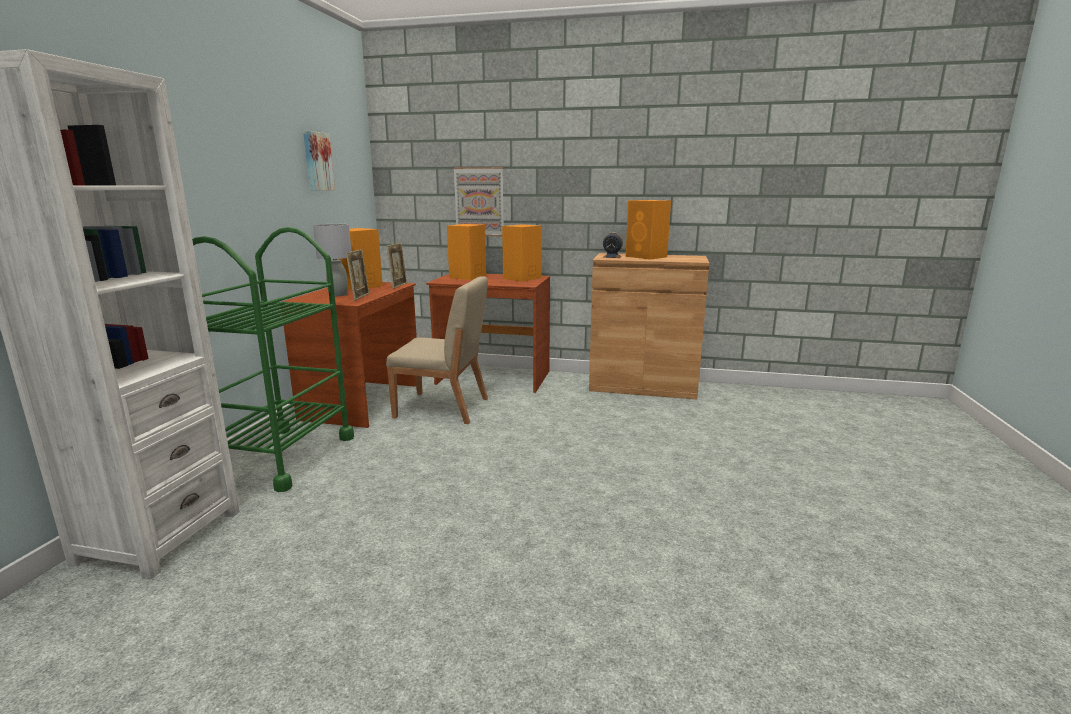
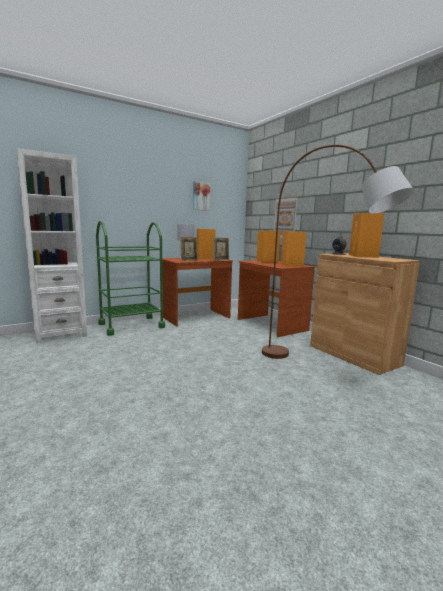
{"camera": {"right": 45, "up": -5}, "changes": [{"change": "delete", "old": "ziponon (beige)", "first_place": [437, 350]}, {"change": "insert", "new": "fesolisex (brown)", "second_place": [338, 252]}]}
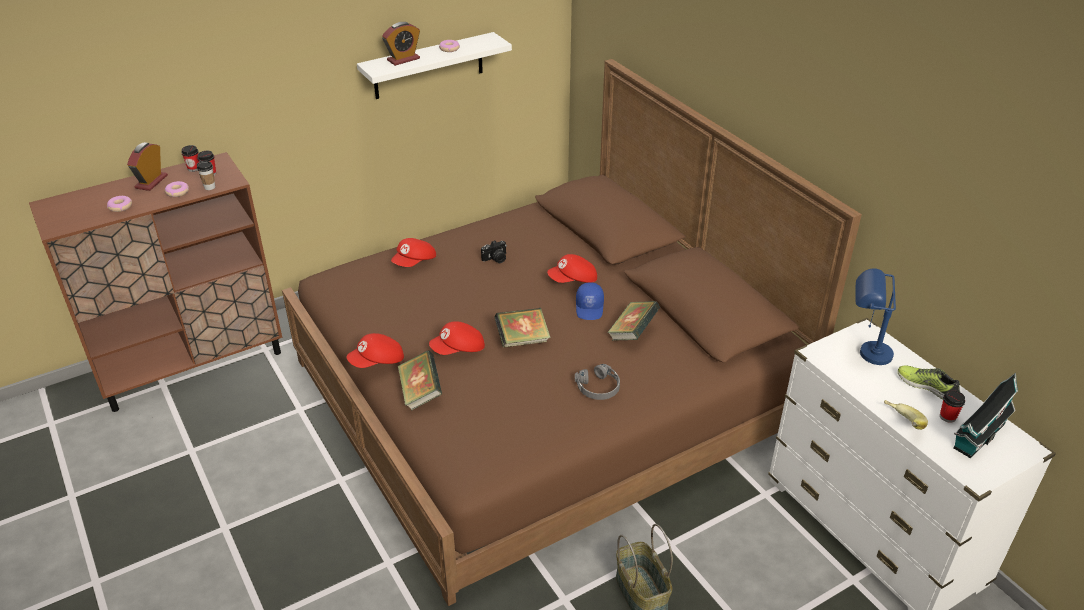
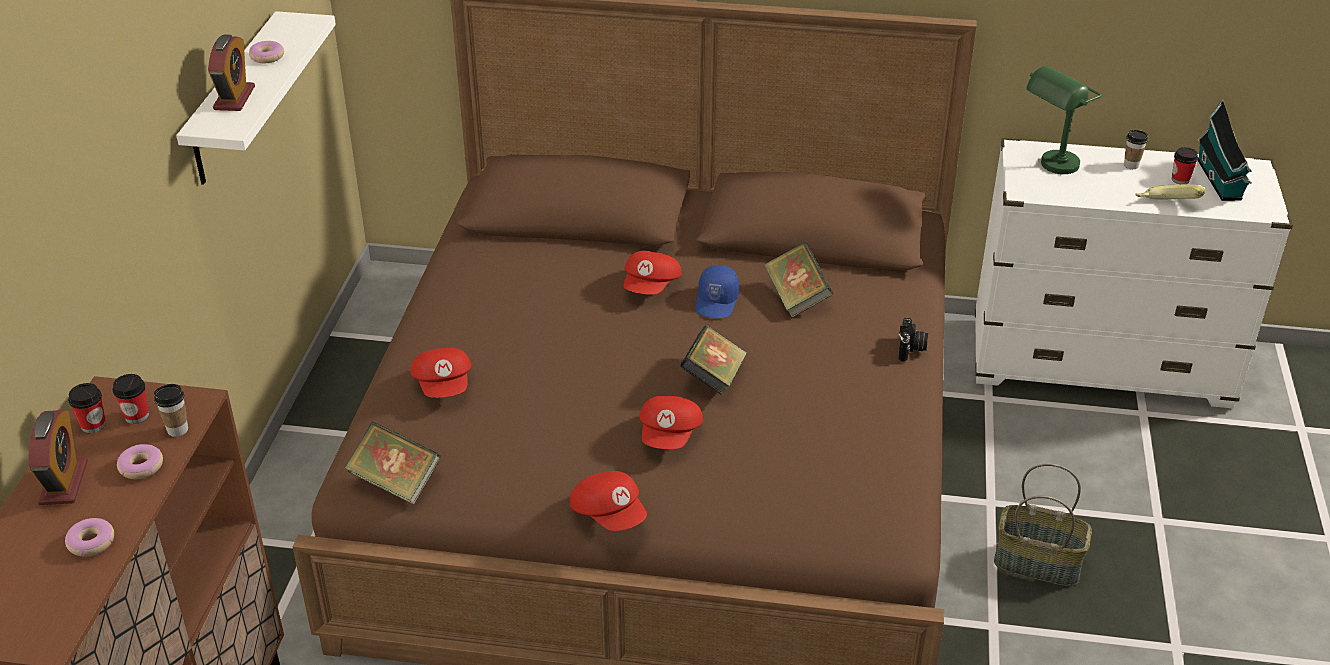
{"camera": {"right": -50, "up": 0}, "changes": [{"change": "rotate", "old": "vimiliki", "first_place": [147, 166], "second_place": [58, 457], "degrees": -150}, {"change": "move", "old": "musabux", "first_place": [494, 251], "second_place": [913, 339]}, {"change": "recolor", "old": "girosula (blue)", "new": "girosula (green)", "first_place": [875, 316], "second_place": [1064, 120]}, {"change": "rotate", "old": "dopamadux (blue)", "first_place": [590, 301], "second_place": [717, 291], "degrees": 60}, {"change": "rotate", "old": "dopamadux (red)", "first_place": [375, 350], "second_place": [608, 501], "degrees": -45}, {"change": "move", "old": "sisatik", "first_place": [420, 380], "second_place": [393, 463]}, {"change": "delete", "old": "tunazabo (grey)", "first_place": [597, 382]}, {"change": "replace", "old": "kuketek", "new": "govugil", "first_place": [929, 382], "second_place": [1136, 149]}]}
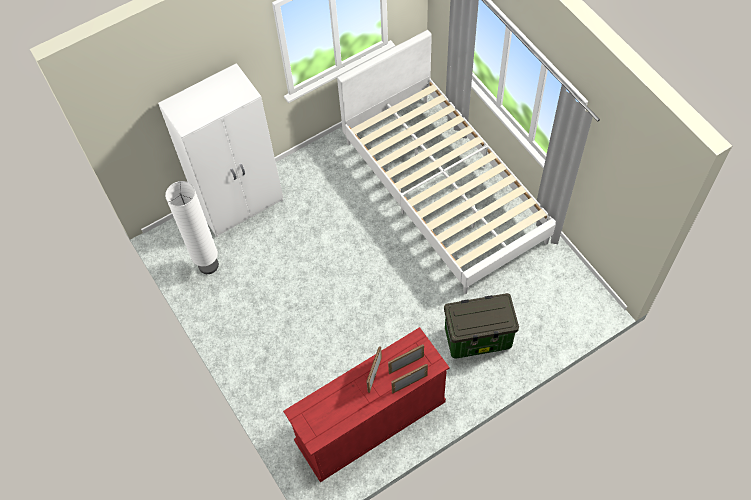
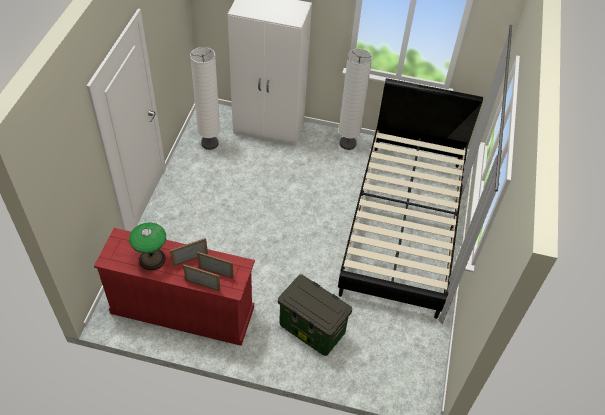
{"camera": {"right": 40, "up": -10}, "changes": [{"change": "recolor", "old": "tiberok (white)", "new": "tiberok (black)", "first_place": [446, 162], "second_place": [410, 198]}, {"change": "insert", "new": "fesolisex (white)", "second_place": [355, 99]}, {"change": "insert", "new": "girosula", "second_place": [147, 246]}]}
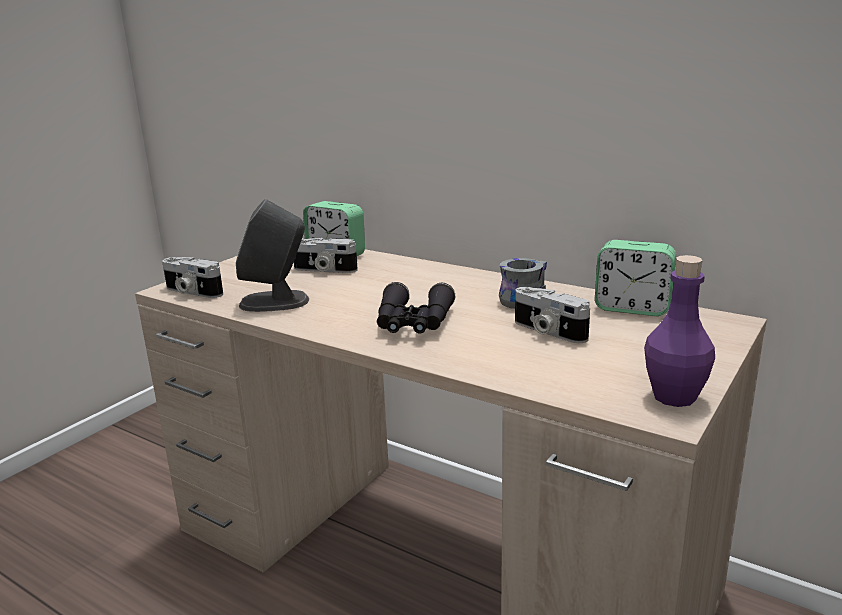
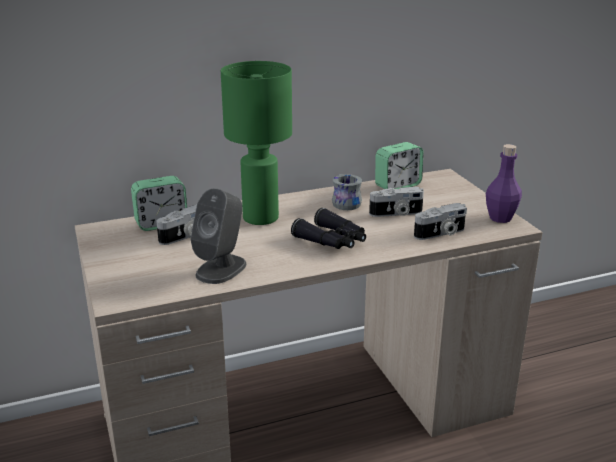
{"camera": {"right": -55, "up": 5}, "changes": [{"change": "move", "old": "musabux", "first_place": [192, 277], "second_place": [440, 221]}, {"change": "insert", "new": "girosula (green)", "second_place": [256, 143]}]}
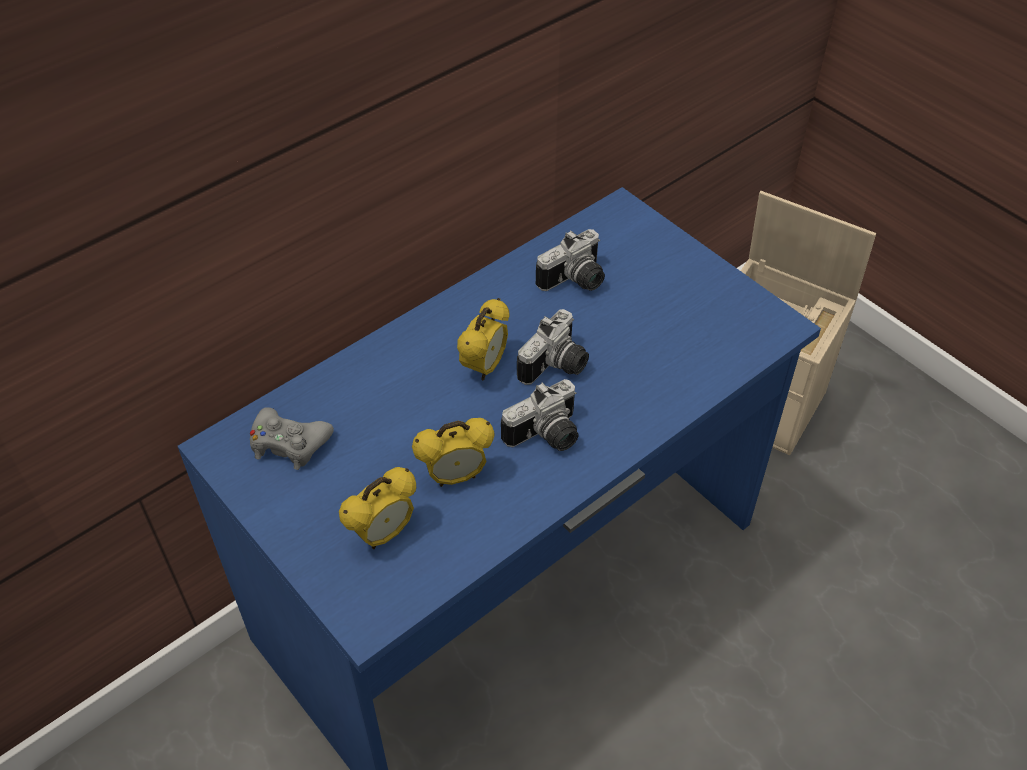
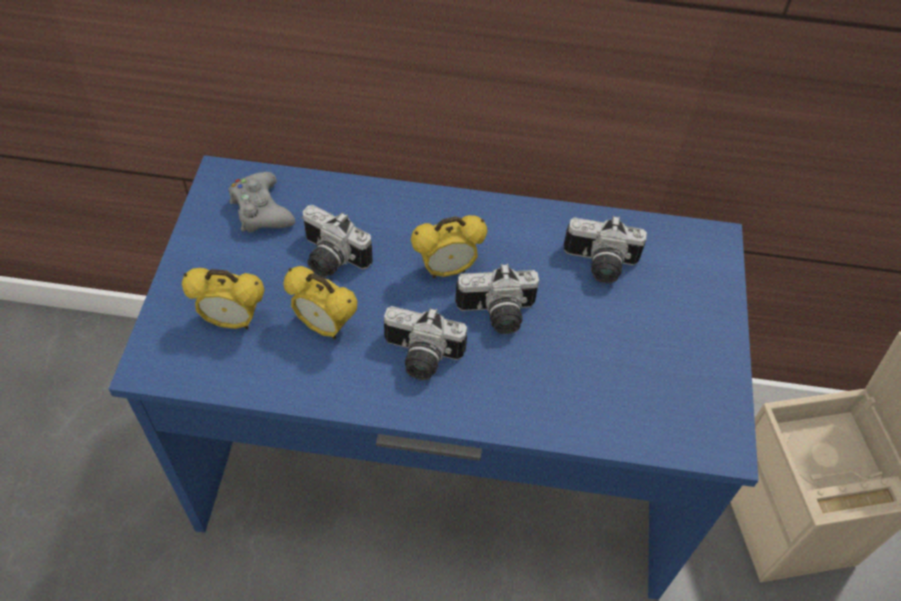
{"camera": {"right": 45, "up": 5}, "changes": [{"change": "insert", "new": "musabux", "second_place": [337, 241]}]}
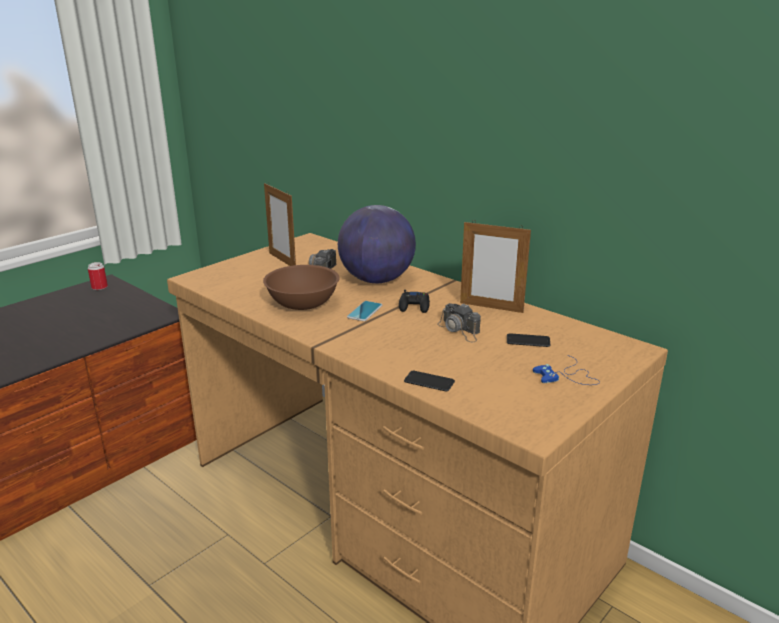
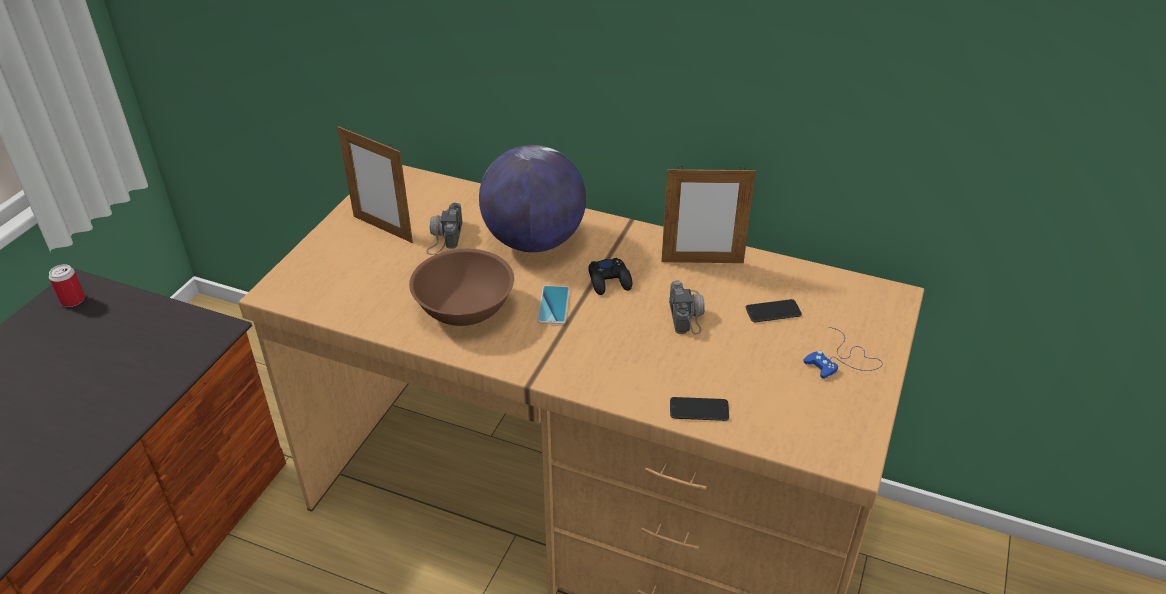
{"camera": {"right": -20, "up": 15}, "changes": [{"change": "rotate", "old": "musabux", "first_place": [459, 322], "second_place": [687, 307], "degrees": -120}]}
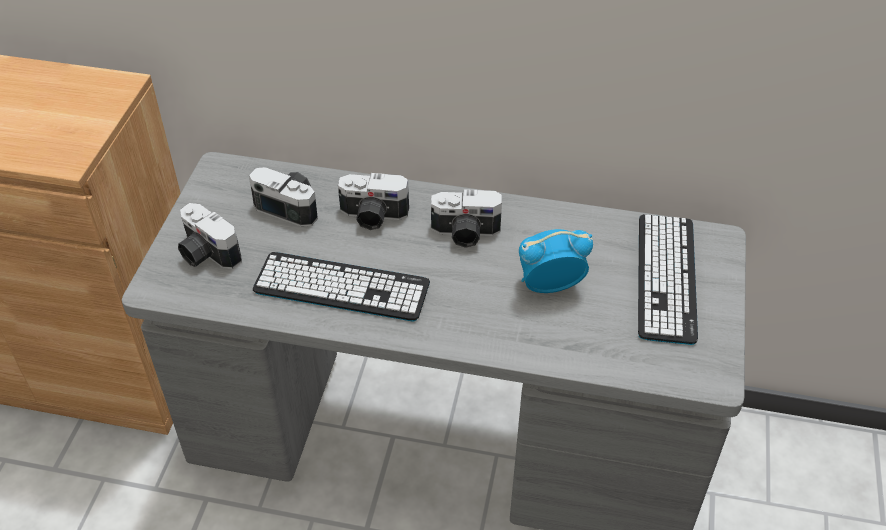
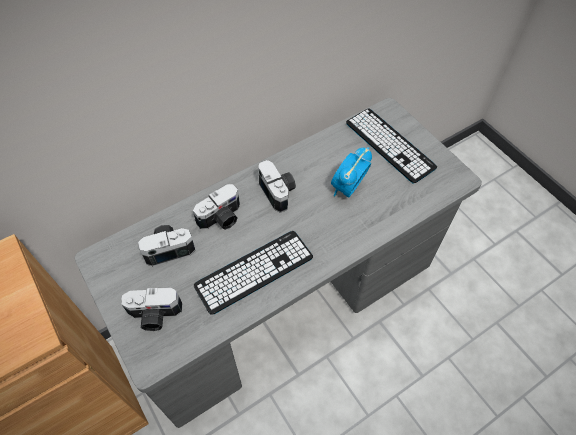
{"camera": {"right": -45, "up": 10}, "changes": [{"change": "rotate", "old": "musabux", "first_place": [466, 218], "second_place": [277, 186], "degrees": -75}]}
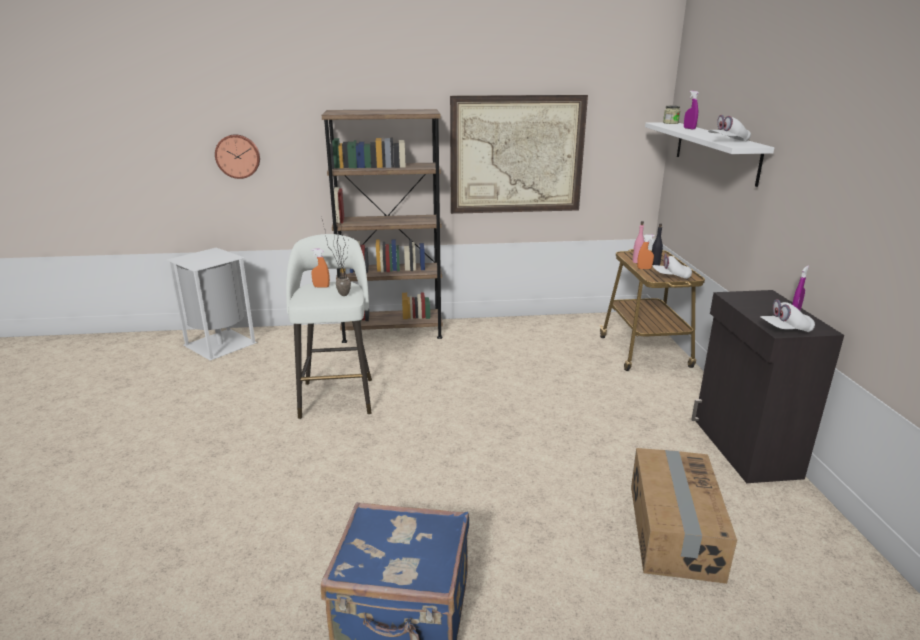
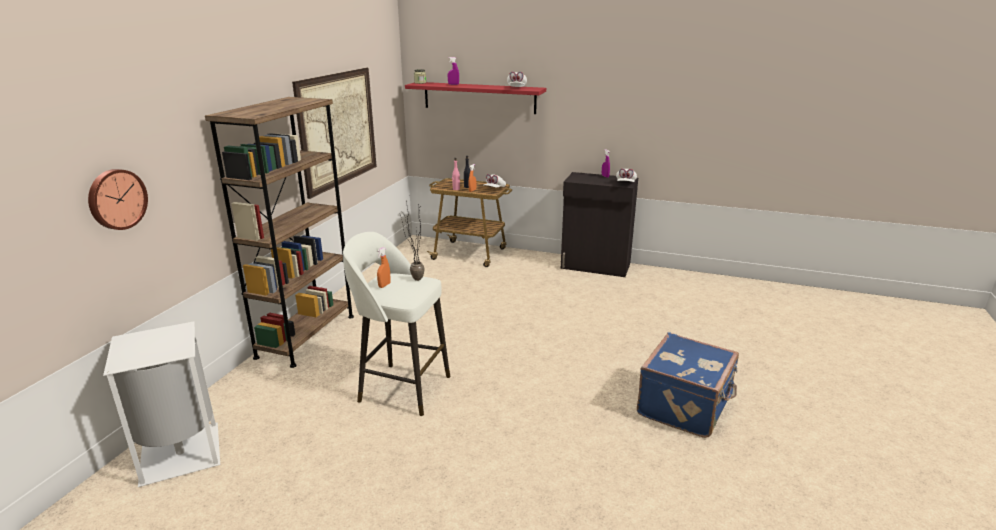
{"camera": {"right": -65, "up": 0}, "changes": [{"change": "recolor", "old": "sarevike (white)", "new": "sarevike (red)", "first_place": [709, 154], "second_place": [475, 98]}, {"change": "delete", "old": "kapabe", "first_place": [684, 516]}]}
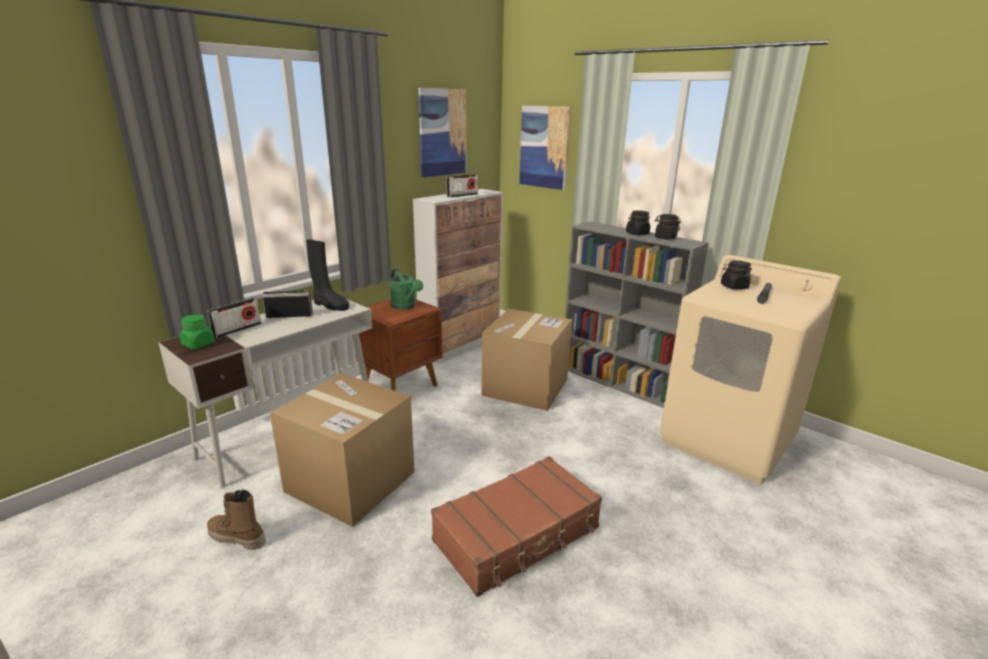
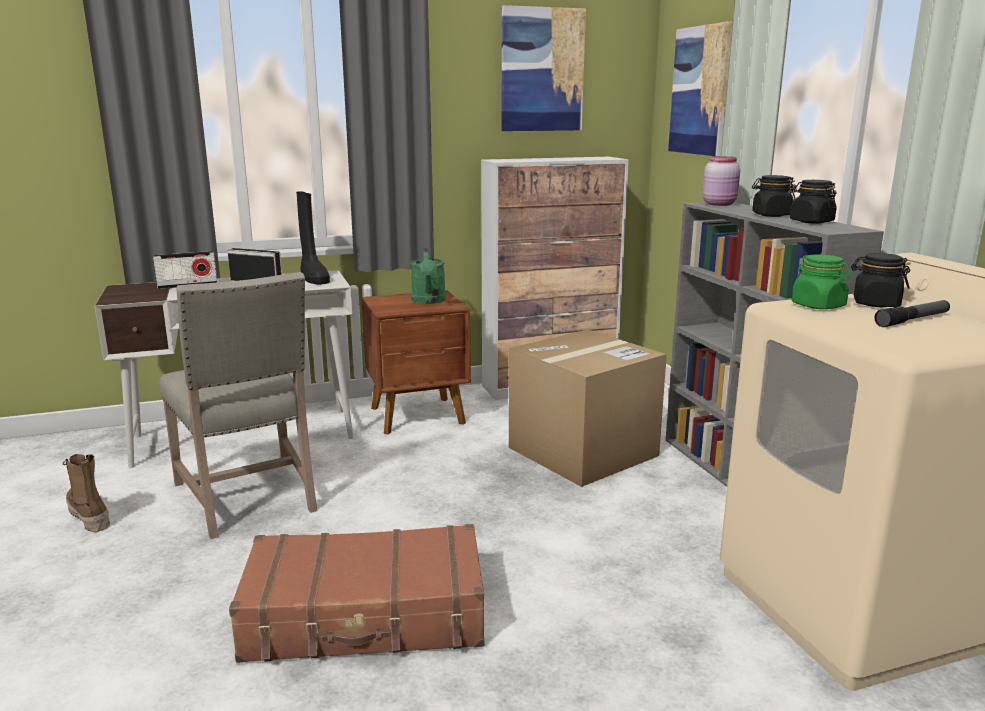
{"camera": {"right": 30, "up": -5}, "changes": [{"change": "delete", "old": "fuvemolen", "first_place": [462, 185]}, {"change": "move", "old": "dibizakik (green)", "first_place": [197, 332], "second_place": [821, 281]}, {"change": "replace", "old": "kapabe", "new": "ziponon (beige)", "first_place": [342, 450], "second_place": [238, 405]}, {"change": "insert", "new": "dibizakik (pink)", "second_place": [721, 181]}]}
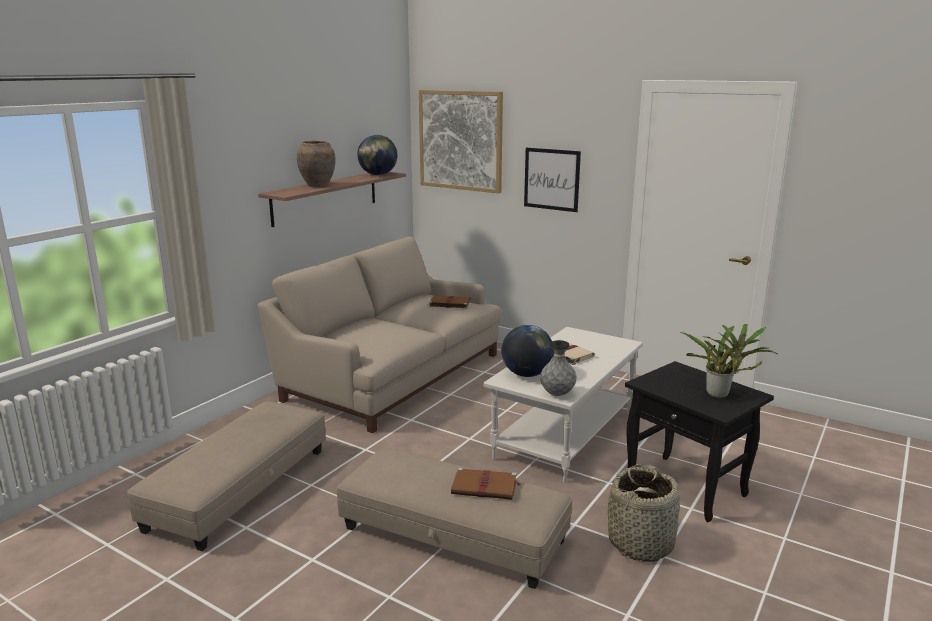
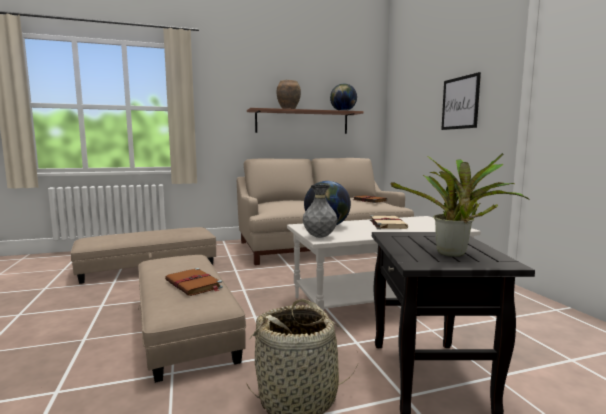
{"camera": {"right": 40, "up": -10}, "changes": [{"change": "delete", "old": "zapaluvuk", "first_place": [461, 141]}]}
